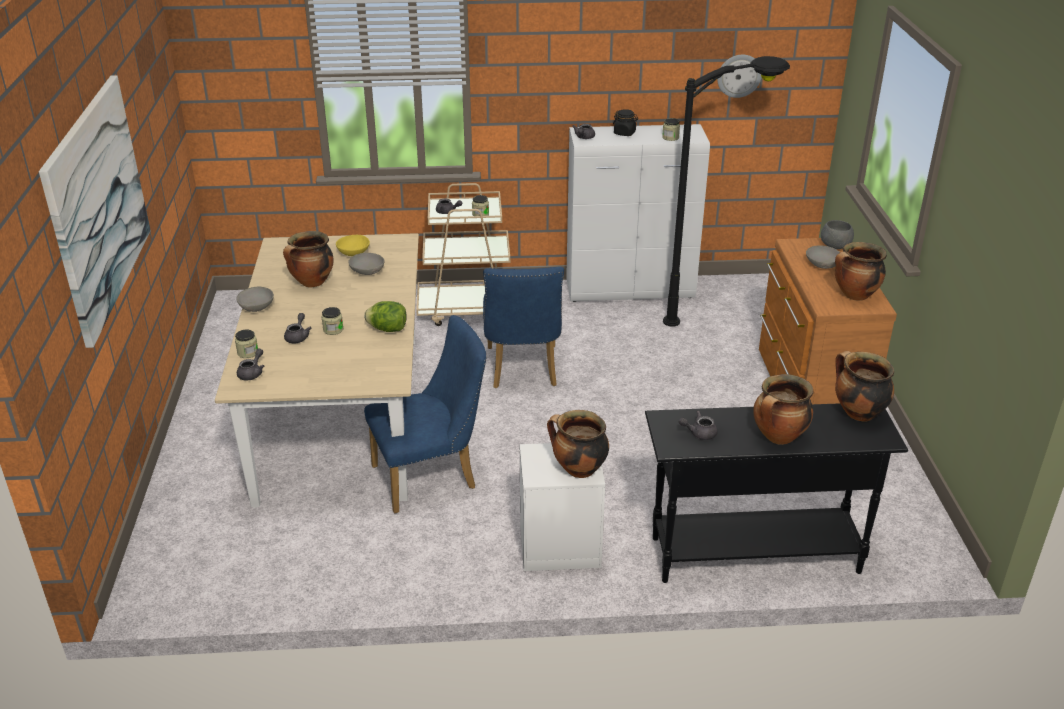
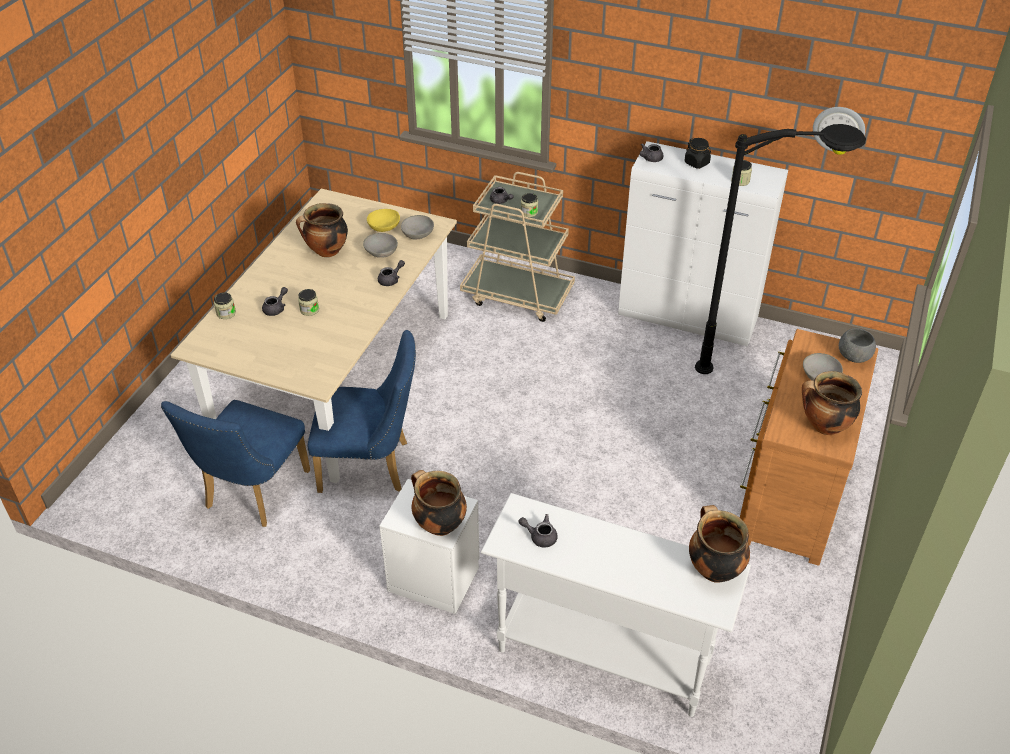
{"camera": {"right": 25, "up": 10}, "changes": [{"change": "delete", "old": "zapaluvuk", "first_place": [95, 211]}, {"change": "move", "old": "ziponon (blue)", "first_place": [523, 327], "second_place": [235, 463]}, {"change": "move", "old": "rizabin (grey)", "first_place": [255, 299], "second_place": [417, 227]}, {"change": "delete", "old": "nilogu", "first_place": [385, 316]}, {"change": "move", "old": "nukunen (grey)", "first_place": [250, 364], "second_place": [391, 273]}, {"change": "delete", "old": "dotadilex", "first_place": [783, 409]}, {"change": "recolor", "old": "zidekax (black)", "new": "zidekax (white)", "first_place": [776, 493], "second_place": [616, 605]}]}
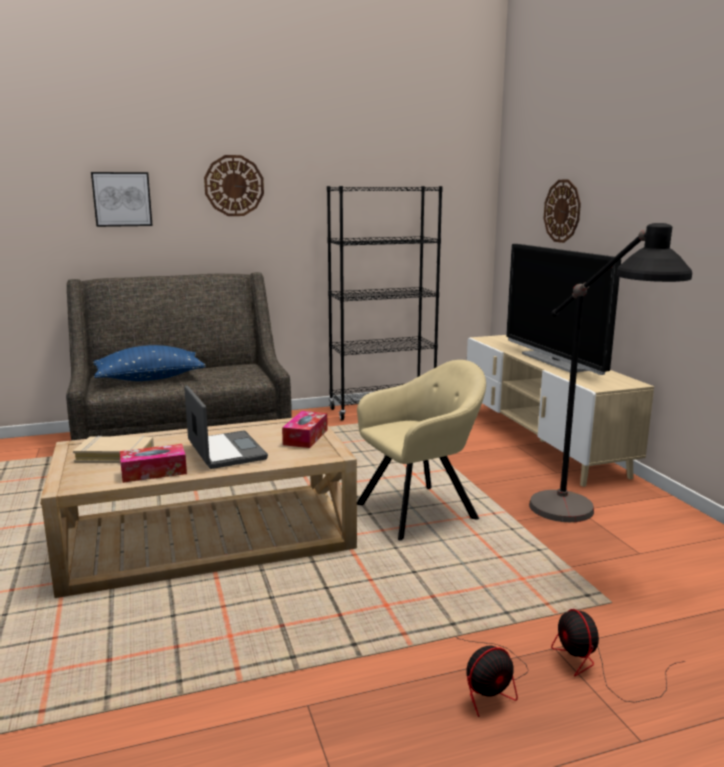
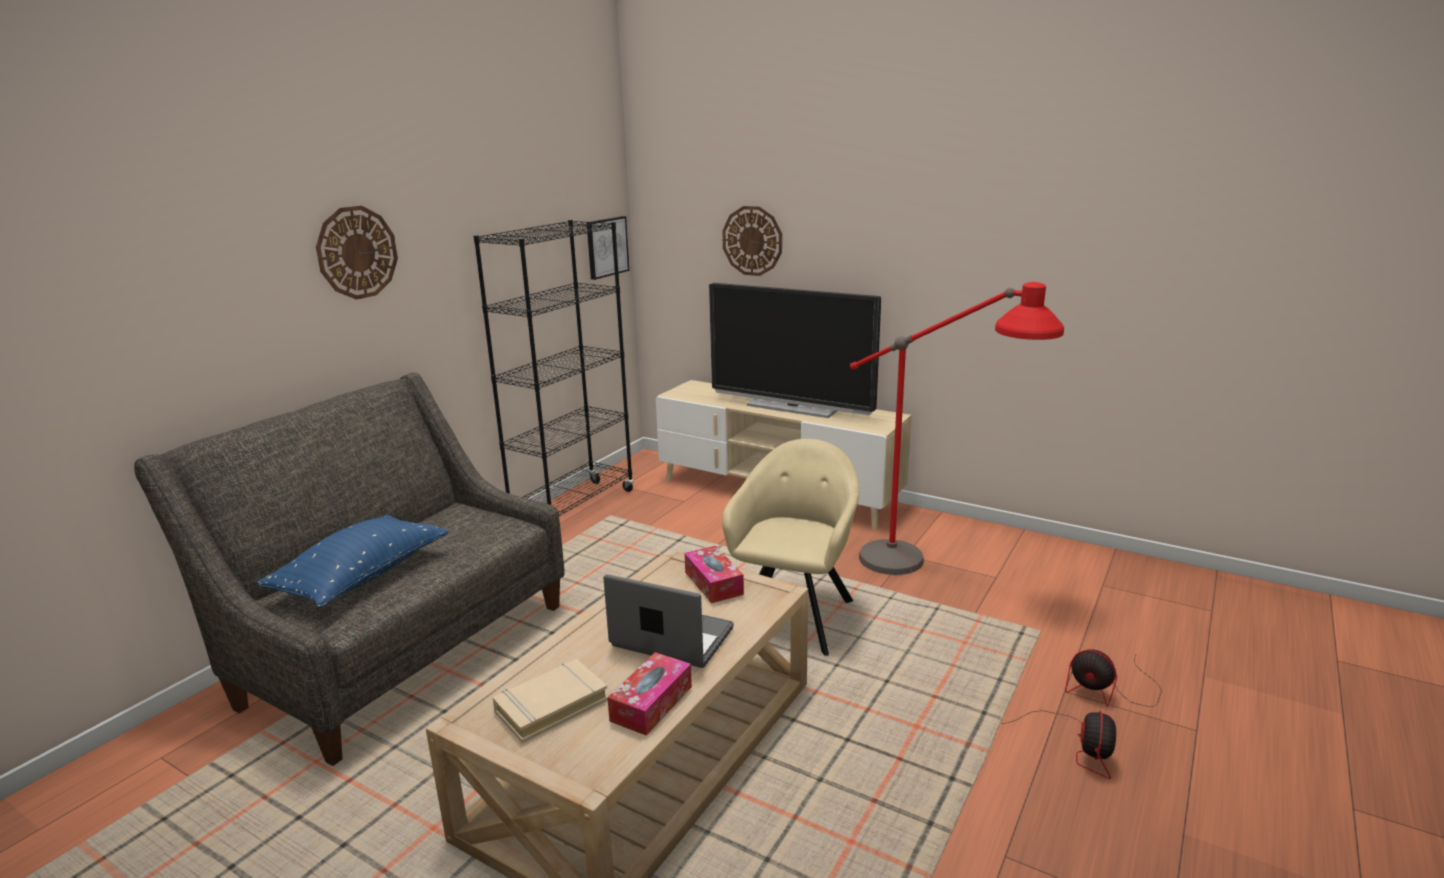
{"camera": {"right": -40, "up": 5}, "changes": [{"change": "move", "old": "zapaluvuk", "first_place": [122, 199], "second_place": [607, 248]}, {"change": "recolor", "old": "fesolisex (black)", "new": "fesolisex (red)", "first_place": [610, 372], "second_place": [957, 428]}]}
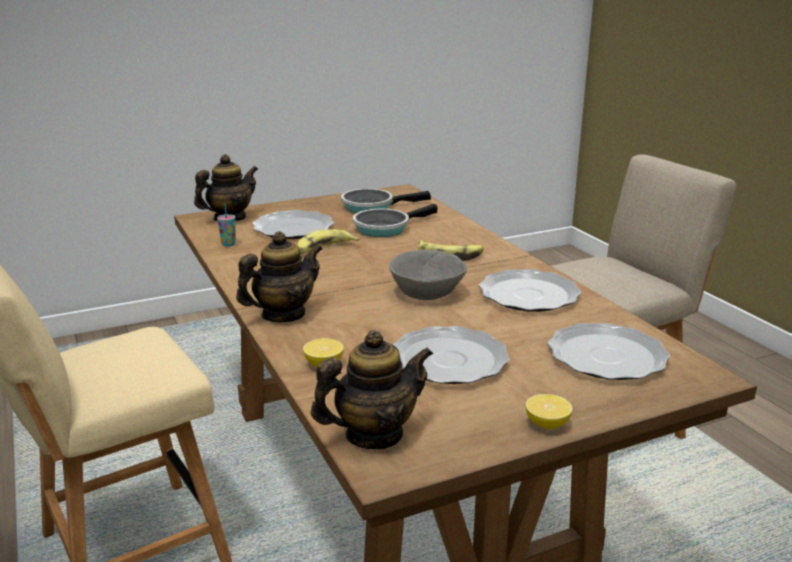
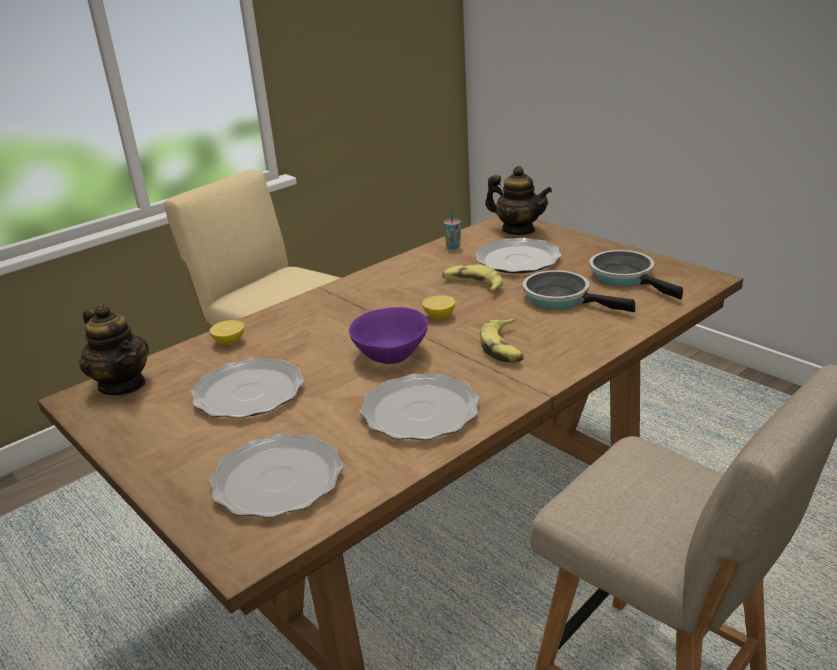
{"camera": {"right": 75, "up": 5}, "changes": [{"change": "delete", "old": "nukunen", "first_place": [279, 276]}, {"change": "recolor", "old": "rizabin (grey)", "new": "rizabin (purple)", "first_place": [428, 275], "second_place": [388, 335]}, {"change": "move", "old": "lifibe", "first_place": [549, 411], "second_place": [438, 307]}]}
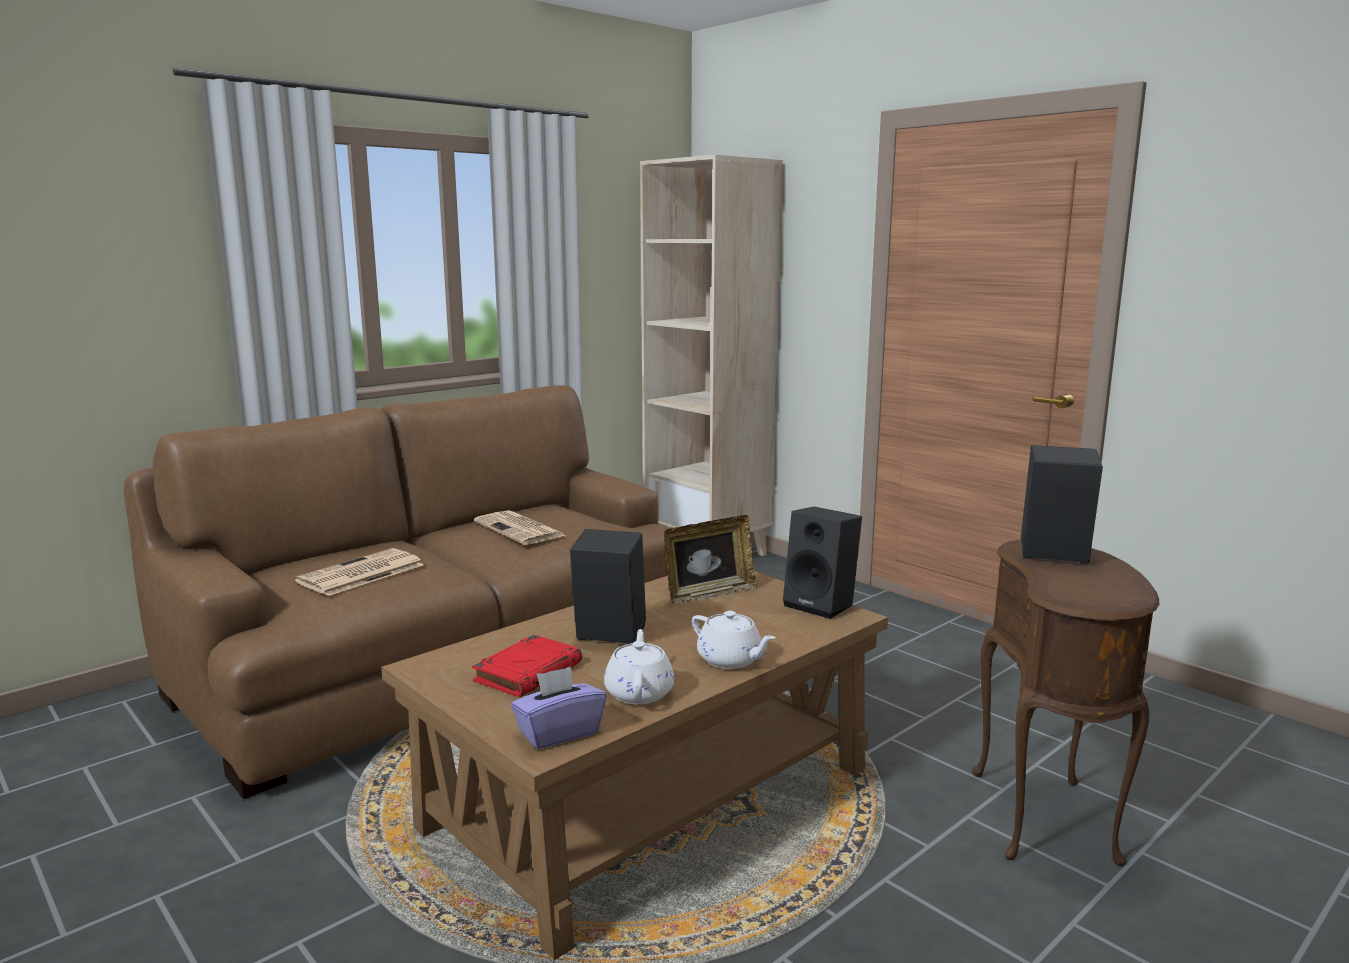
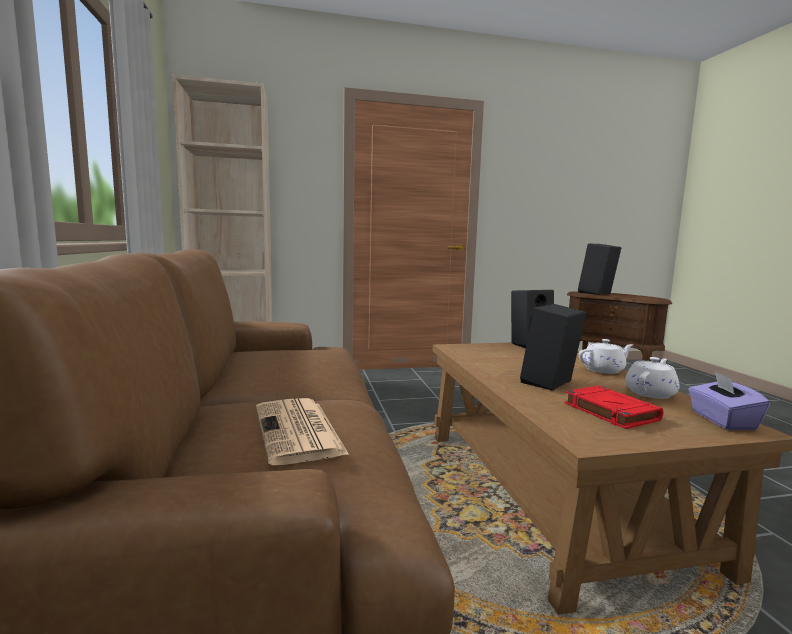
{"camera": {"right": -60, "up": -5}, "changes": [{"change": "delete", "old": "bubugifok", "first_place": [520, 527]}, {"change": "delete", "old": "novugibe", "first_place": [710, 560]}, {"change": "rotate", "old": "nukunen (white)", "first_place": [639, 666], "second_place": [652, 378], "degrees": 105}]}
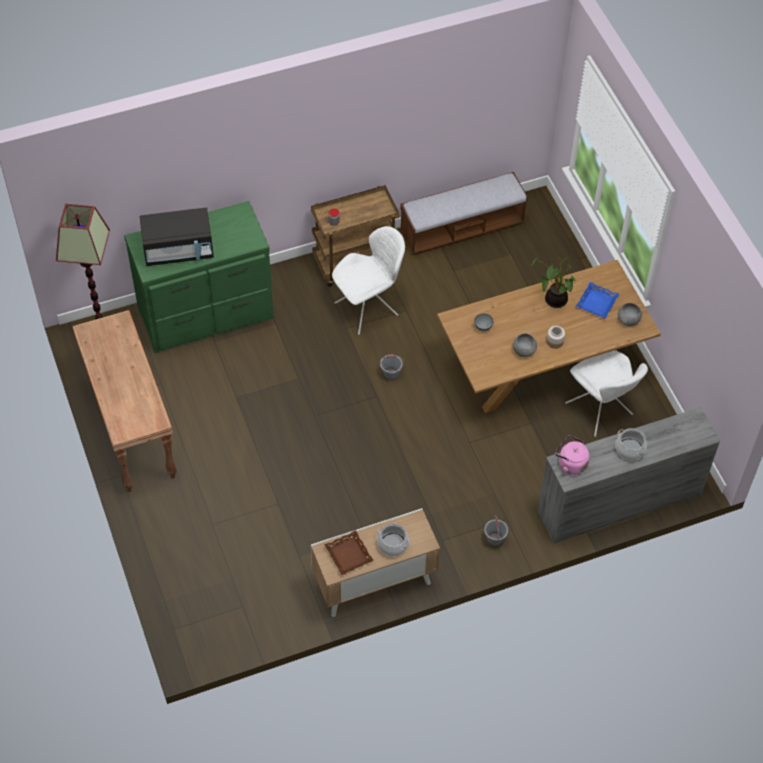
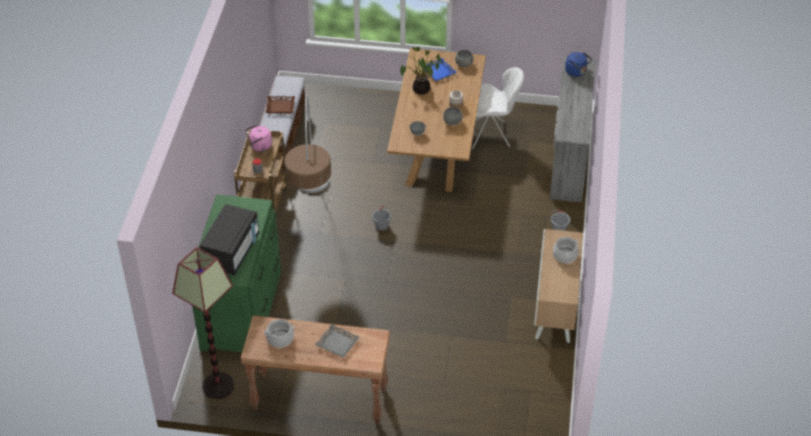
{"camera": {"right": -60, "up": -10}, "changes": [{"change": "replace", "old": "ziponon (white)", "new": "fesolisex", "first_place": [368, 280], "second_place": [307, 143]}, {"change": "move", "old": "dotadilex", "first_place": [631, 444], "second_place": [279, 333]}, {"change": "move", "old": "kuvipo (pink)", "first_place": [572, 455], "second_place": [258, 138]}, {"change": "move", "old": "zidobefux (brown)", "first_place": [349, 552], "second_place": [280, 105]}, {"change": "insert", "new": "kuvipo (blue)", "second_place": [578, 64]}, {"change": "insert", "new": "zidobefux (grey)", "second_place": [337, 341]}]}
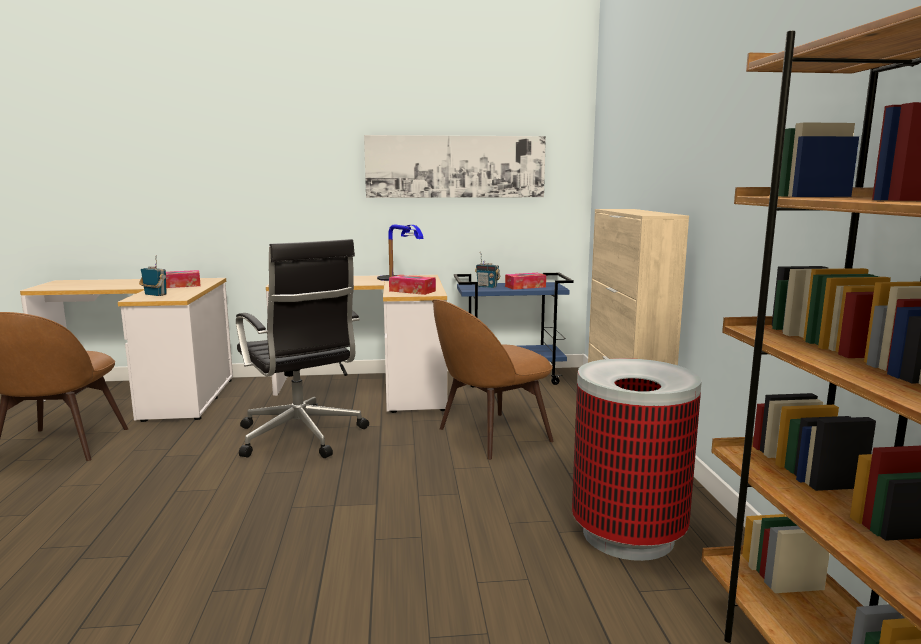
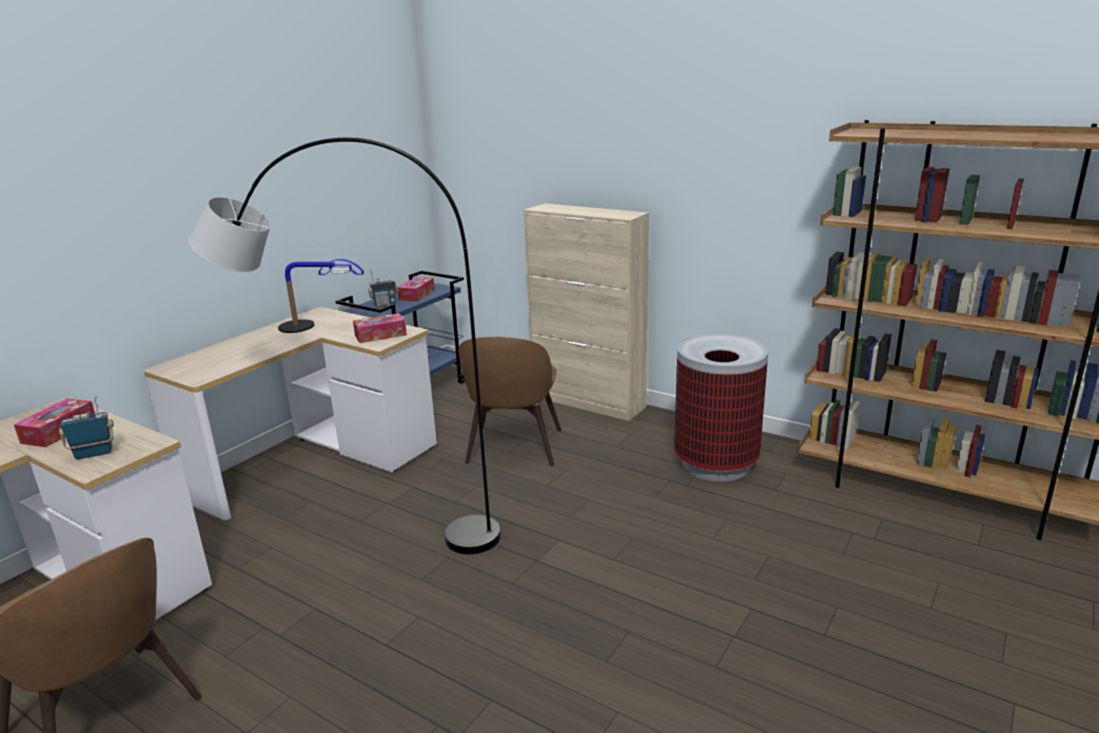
{"camera": {"right": -50, "up": 10}, "changes": [{"change": "delete", "old": "zapaluvuk", "first_place": [455, 166]}, {"change": "replace", "old": "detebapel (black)", "new": "fesolisex (grey)", "first_place": [302, 348], "second_place": [344, 345]}]}
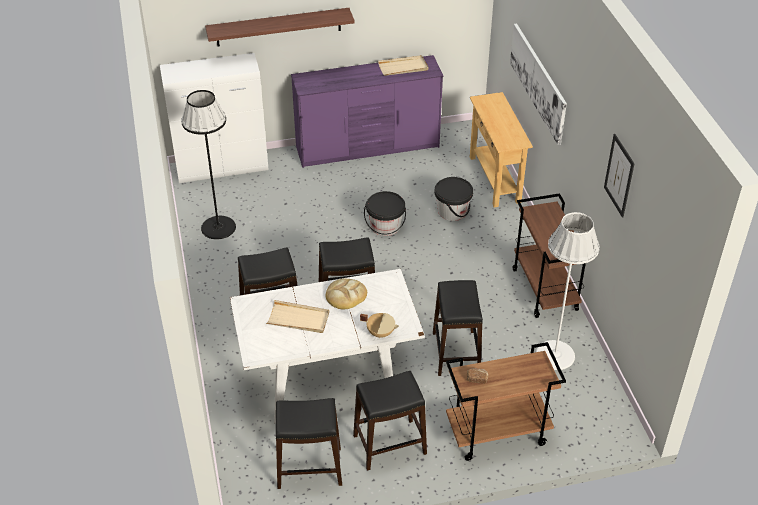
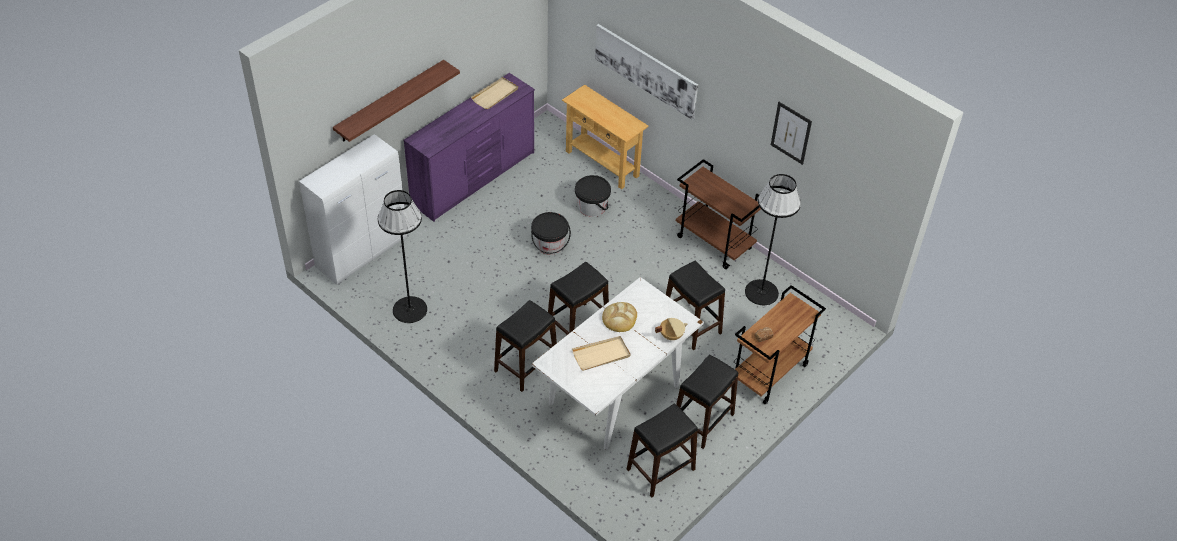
{"camera": {"right": -35, "up": 5}, "changes": [{"change": "recolor", "old": "fesolisex (white)", "new": "fesolisex (black)", "first_place": [568, 291], "second_place": [773, 239]}]}
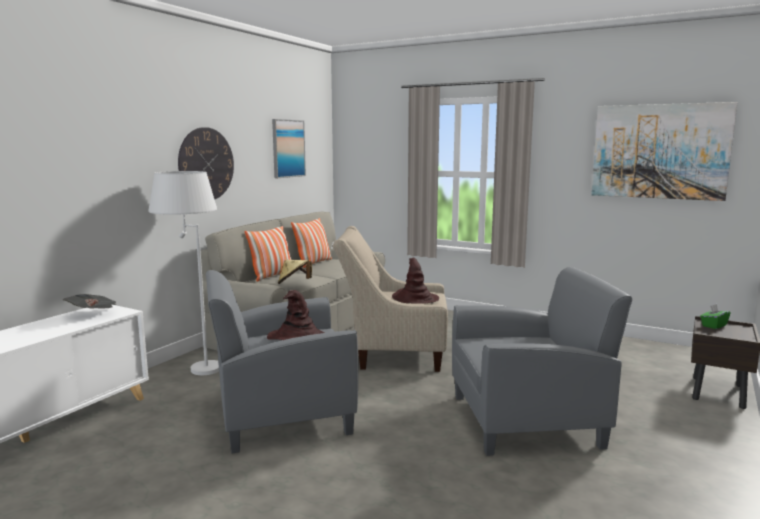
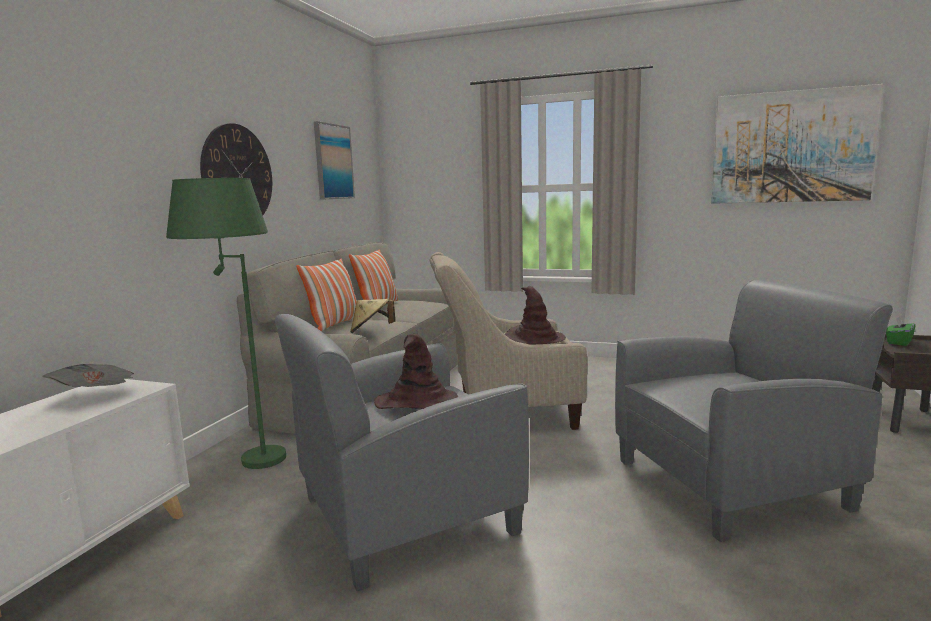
{"camera": {"right": -10, "up": 0}, "changes": [{"change": "recolor", "old": "fesolisex (white)", "new": "fesolisex (green)", "first_place": [183, 273], "second_place": [226, 323]}]}
